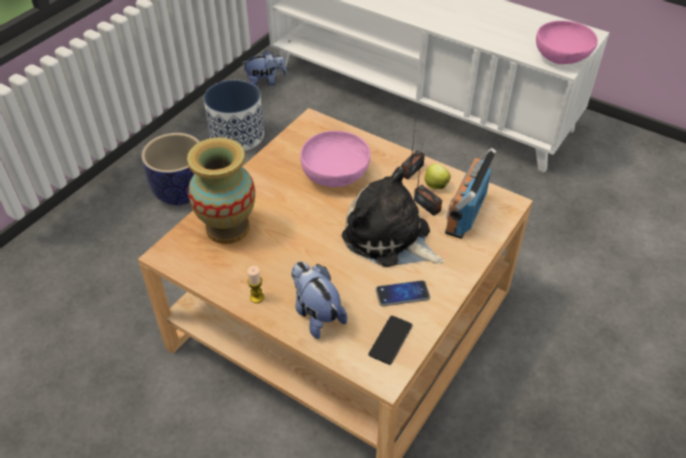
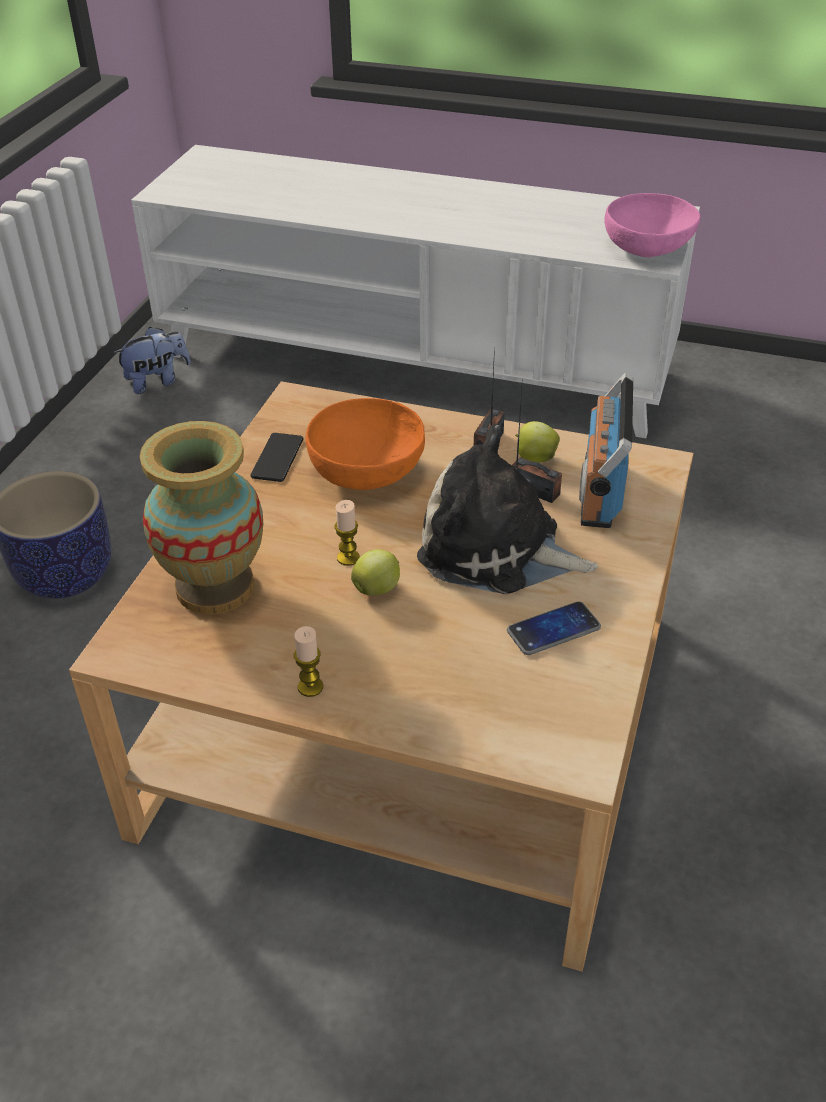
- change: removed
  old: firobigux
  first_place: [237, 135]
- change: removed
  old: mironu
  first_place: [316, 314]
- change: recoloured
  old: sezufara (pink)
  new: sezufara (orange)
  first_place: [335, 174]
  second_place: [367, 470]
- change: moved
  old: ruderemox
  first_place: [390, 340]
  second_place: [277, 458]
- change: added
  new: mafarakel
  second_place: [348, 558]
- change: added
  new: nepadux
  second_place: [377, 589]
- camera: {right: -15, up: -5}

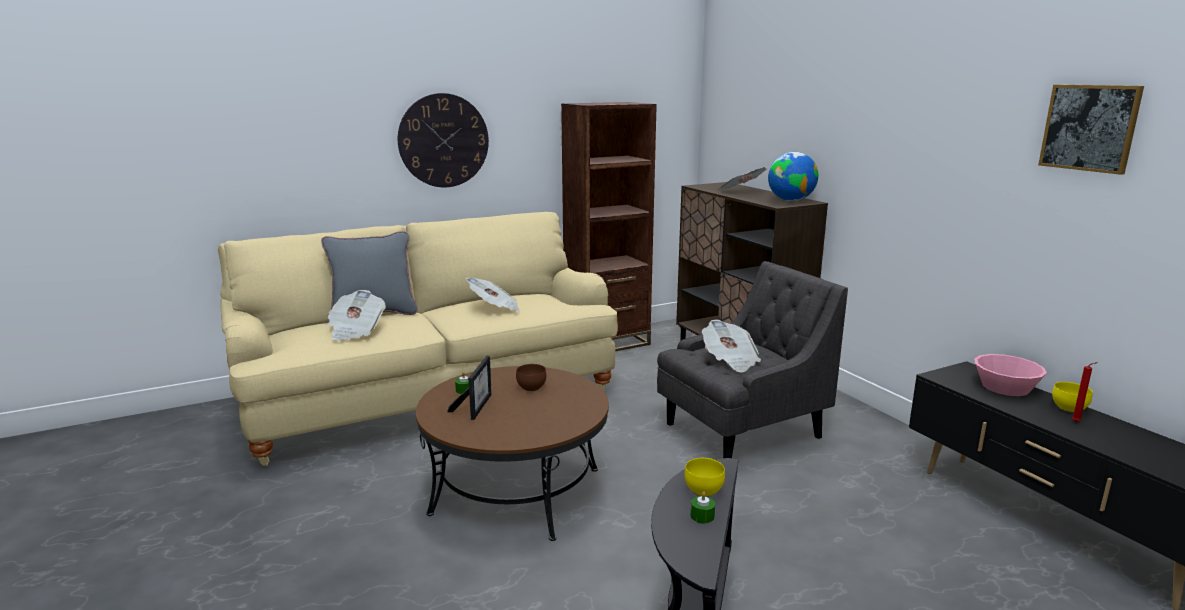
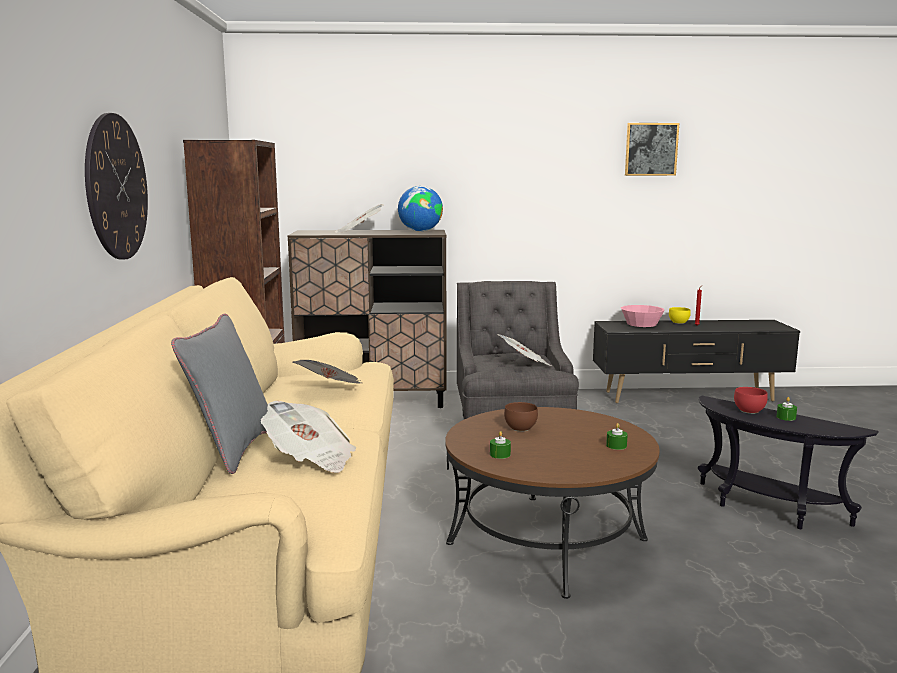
- change: removed
  old: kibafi
  first_place: [476, 405]
- change: recoloured
  old: sezufara (yellow)
  new: sezufara (red)
  first_place: [704, 491]
  second_place: [750, 411]
- change: added
  new: mafarakel (green)
  second_place: [616, 446]
- camera: {right: -65, up: -5}

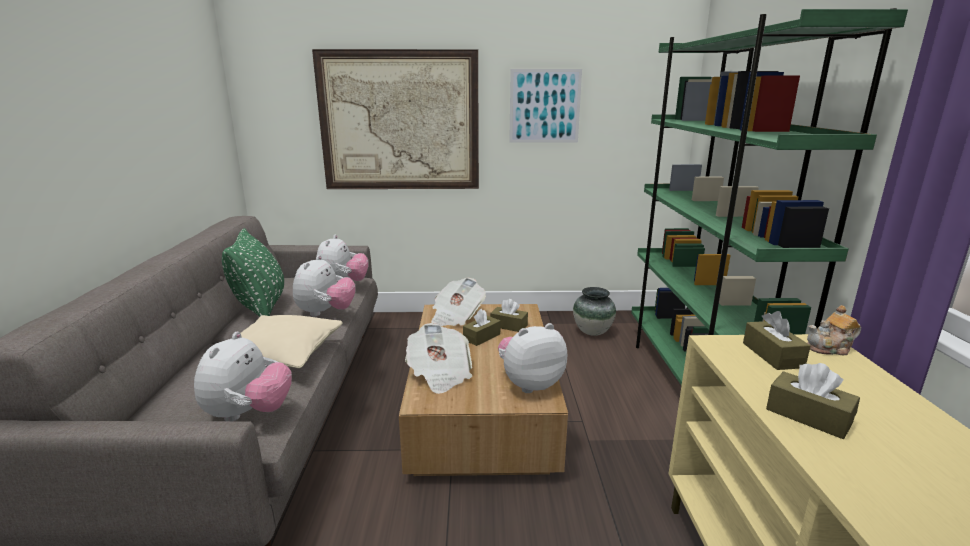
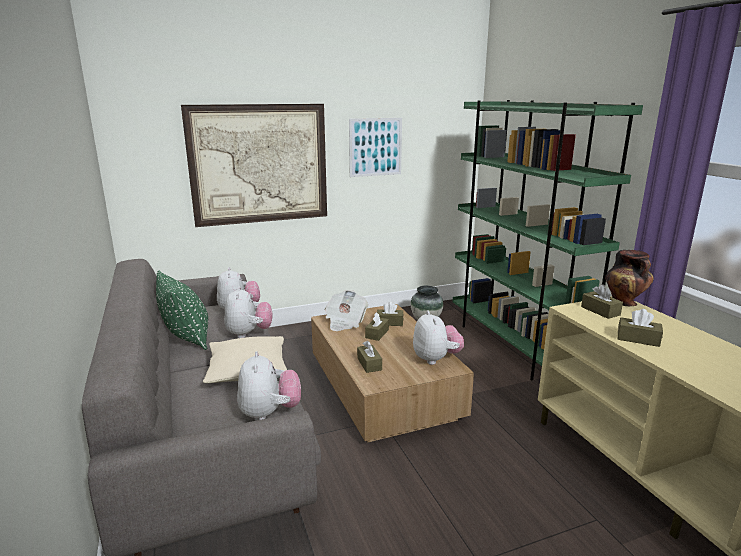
- change: replaced
  old: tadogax
  new: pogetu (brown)
  first_place: [439, 374]
  second_place: [369, 364]
- change: turned
  old: mironu
  first_place: [529, 383]
  second_place: [436, 359]
  degrees: 120
- change: replaced
  old: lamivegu
  new: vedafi
  first_place: [830, 348]
  second_place: [625, 303]
- camera: {right: -20, up: 0}

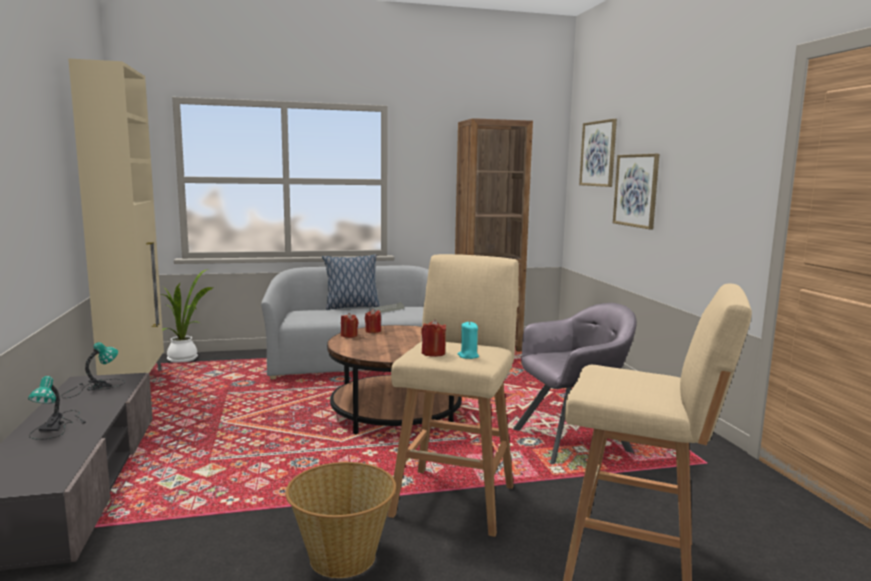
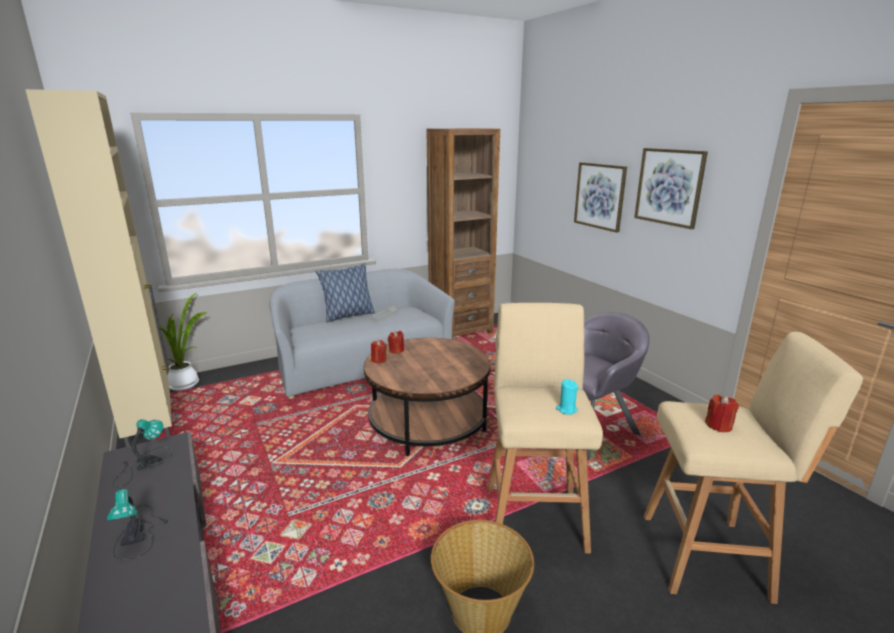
- change: moved
  old: mafarakel (red)
  first_place: [433, 353]
  second_place: [719, 426]
- change: moved
  old: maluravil
  first_place: [598, 153]
  second_place: [669, 187]
- camera: {right: -15, up: 10}

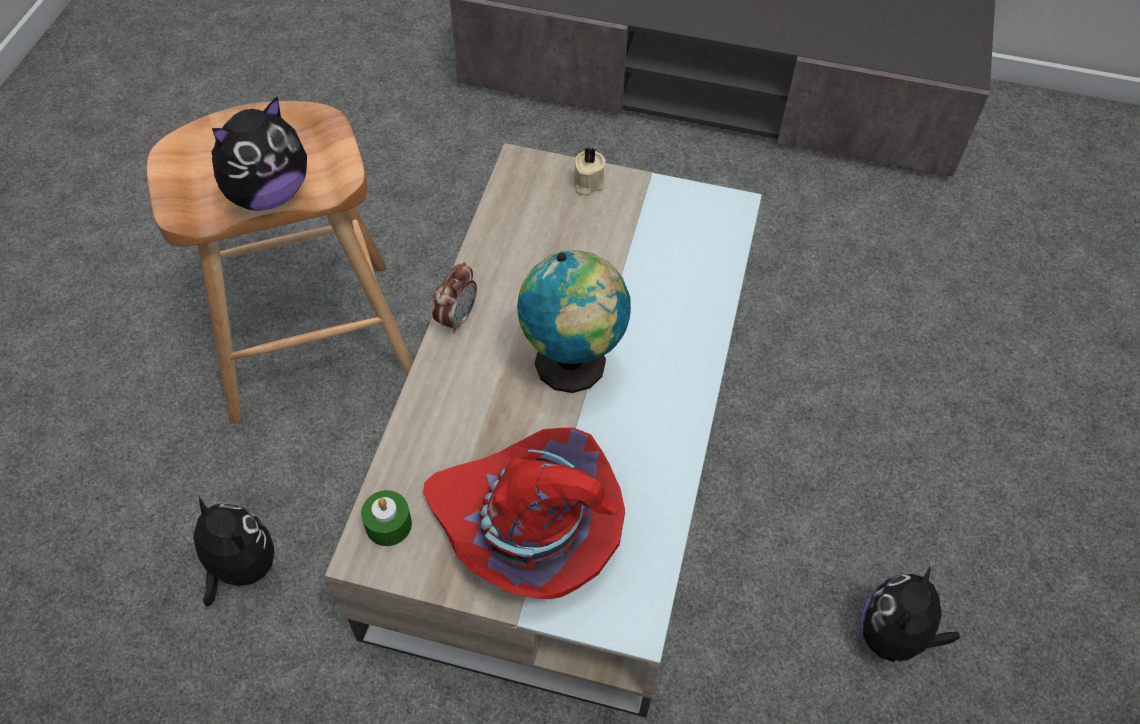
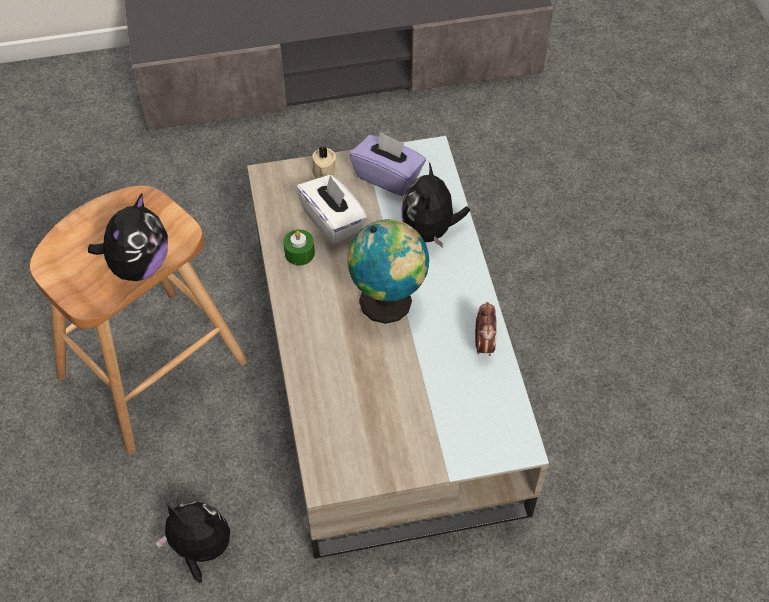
- change: moved
  old: mafarakel (green)
  first_place: [388, 524]
  second_place: [299, 253]
- change: removed
  old: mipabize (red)
  first_place: [528, 527]
- change: moved
  old: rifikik
  first_place: [457, 318]
  second_place: [483, 344]
- change: moved
  old: mironu
  first_place: [894, 637]
  second_place: [430, 231]
- change: added
  new: pogetu (white)
  second_place: [333, 221]
- change: added
  new: pogetu (purple)
  second_place: [388, 176]
- camera: {right: -25, up: 0}

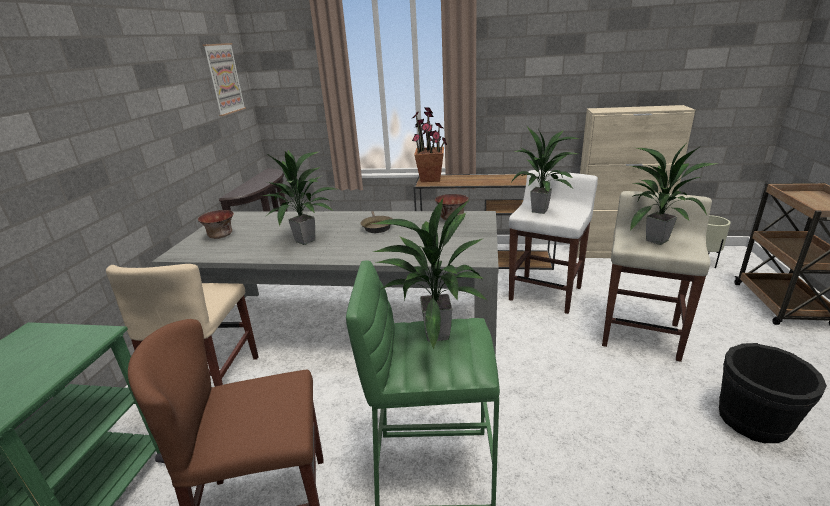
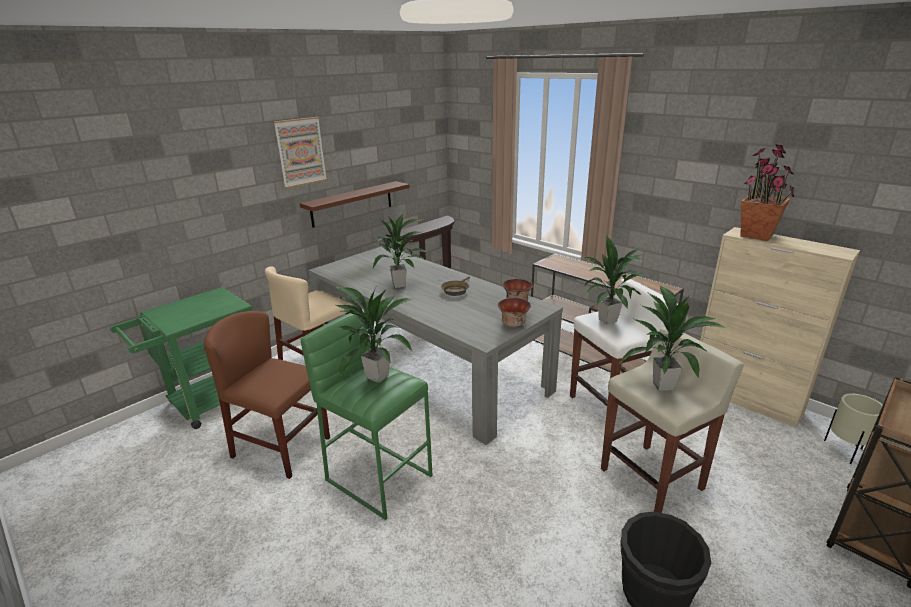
- change: moved
  old: sezufara
  first_place: [221, 236]
  second_place: [513, 323]
- change: moved
  old: maluravil
  first_place: [224, 79]
  second_place: [300, 152]
- change: moved
  old: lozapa
  first_place: [430, 179]
  second_place: [757, 235]
- change: added
  new: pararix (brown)
  second_place: [352, 204]
- camera: {right: 35, up: 0}

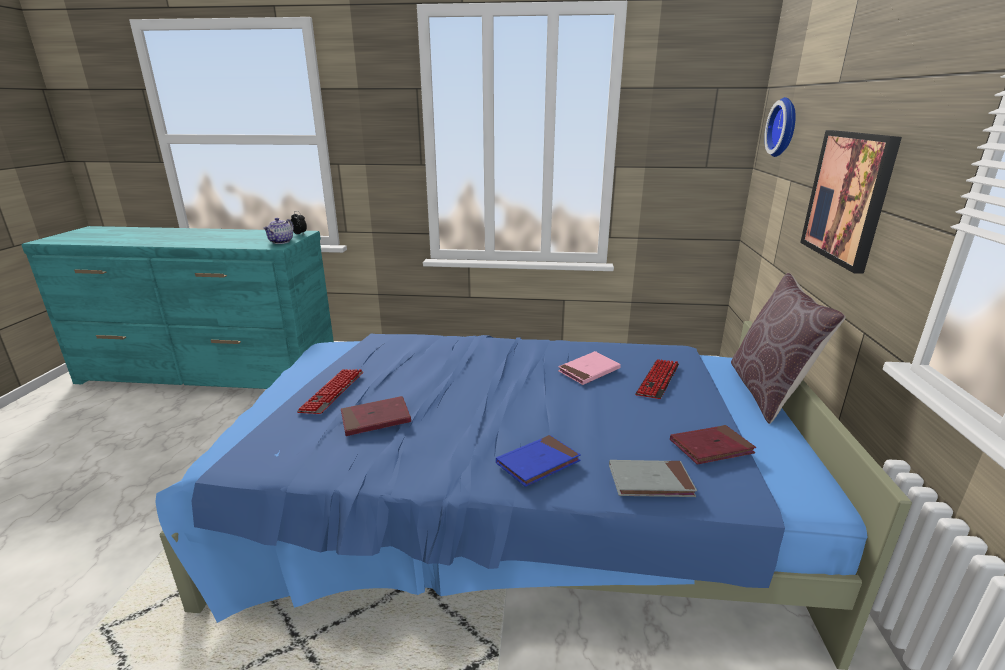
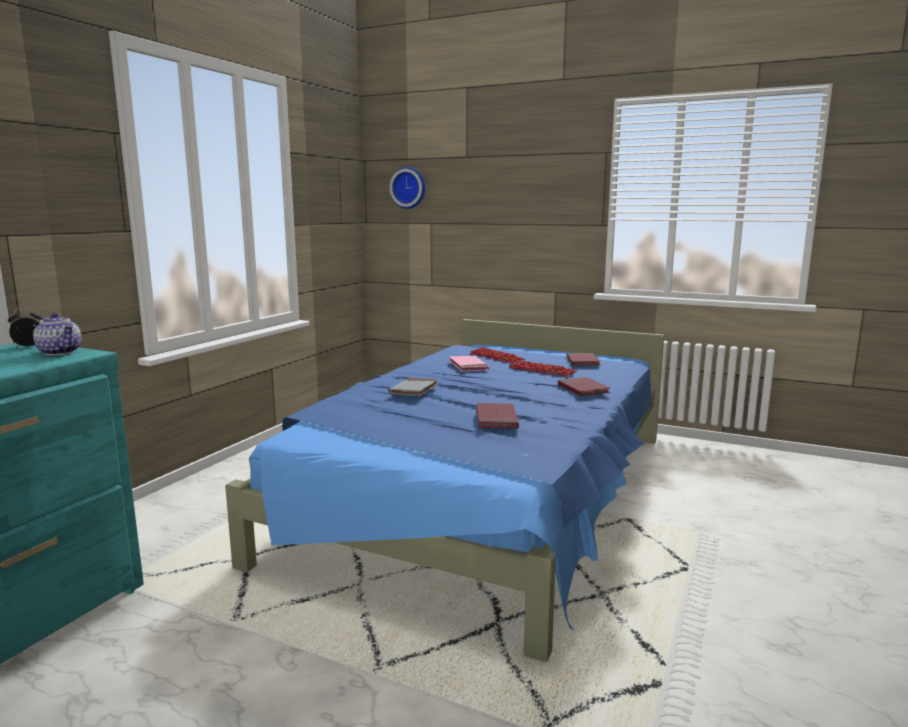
- change: moved
  old: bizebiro
  first_place: [332, 392]
  second_place: [542, 370]
- change: recoloured
  old: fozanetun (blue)
  new: fozanetun (red)
  first_place: [538, 463]
  second_place: [583, 389]
- change: moved
  old: fozanetun (grey)
  first_place: [650, 482]
  second_place: [414, 390]
- change: removed
  old: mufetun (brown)
  first_place: [768, 392]
- change: removed
  old: maluravil
  first_place: [848, 197]
- camera: {right: -70, up: -10}

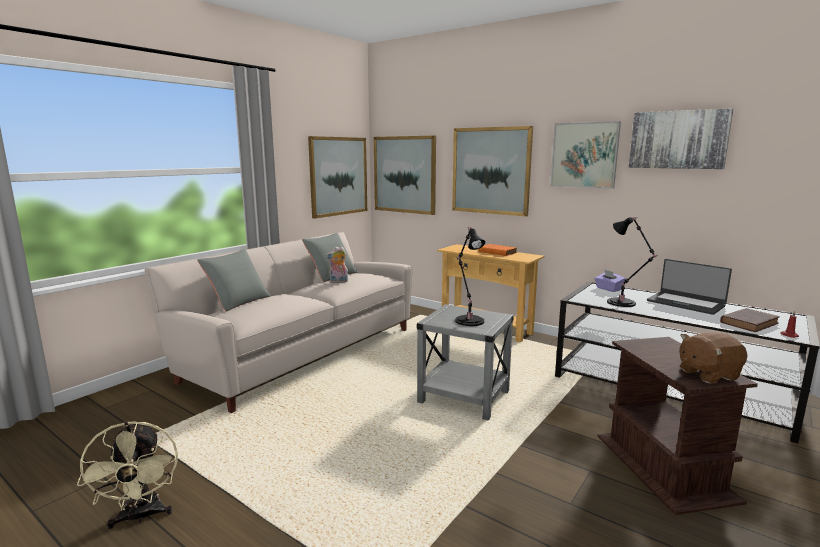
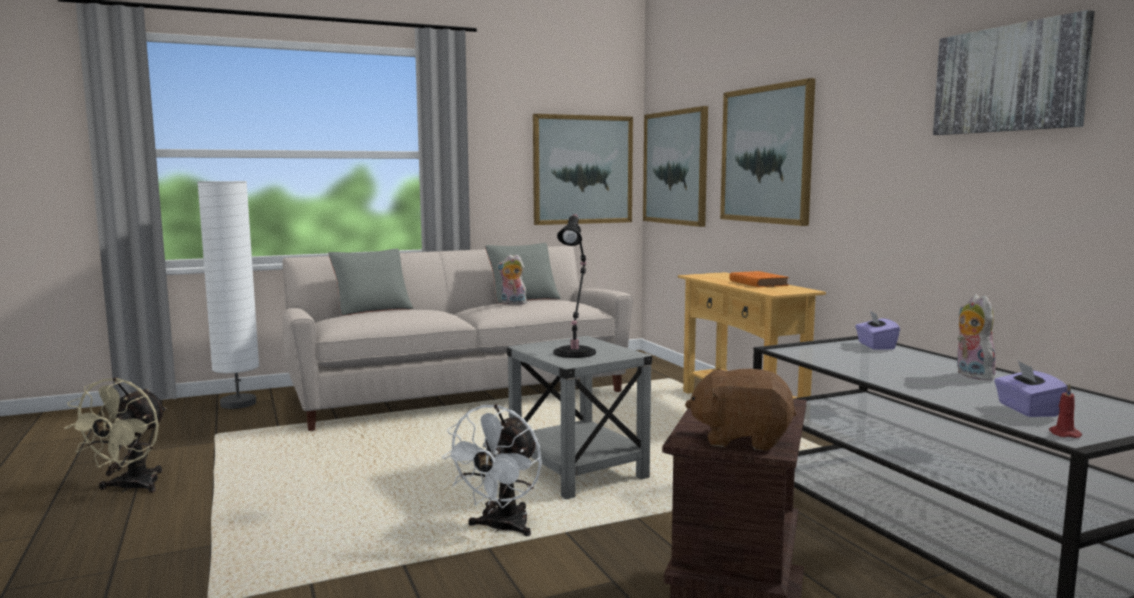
- change: removed
  old: maluravil
  first_place: [584, 155]
- change: removed
  old: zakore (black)
  first_place: [623, 303]
- change: replaced
  old: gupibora
  new: mironu
  first_place: [685, 303]
  second_place: [970, 375]
- change: replaced
  old: fozanetun (brown)
  new: pogetu (purple)
  first_place: [749, 323]
  second_place: [1026, 410]
- change: added
  new: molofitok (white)
  second_place: [238, 404]
- change: added
  new: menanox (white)
  second_place: [501, 529]
- camera: {right: 30, up: -5}

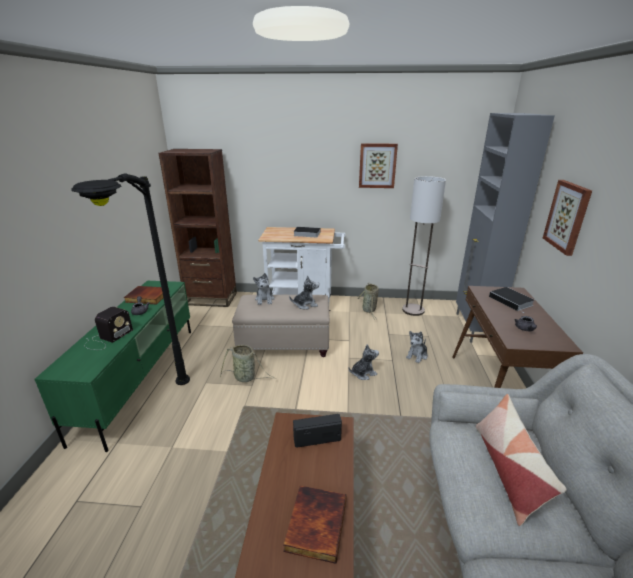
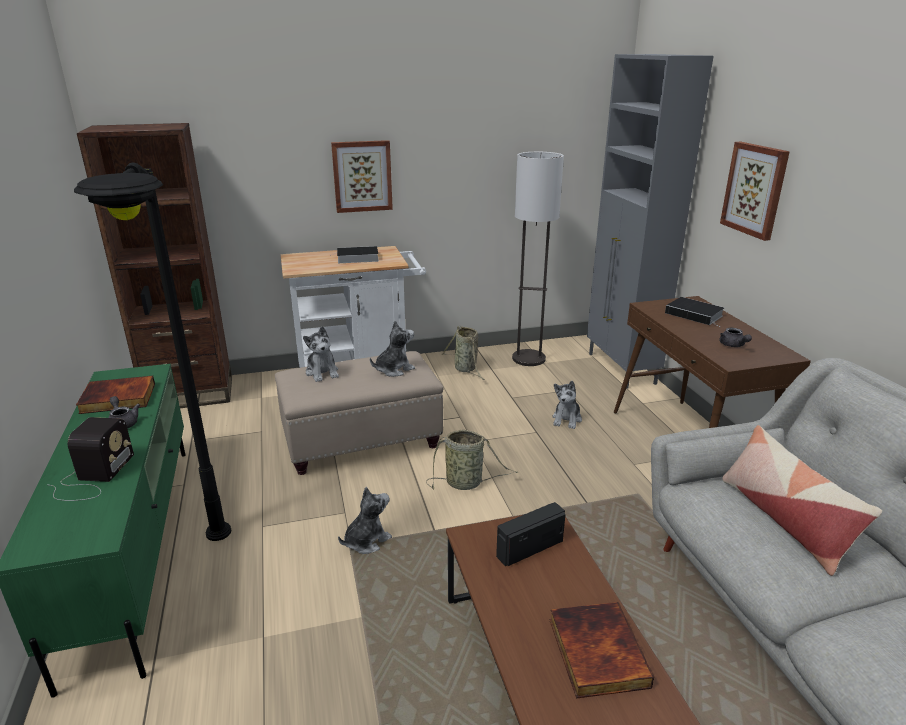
- change: moved
  old: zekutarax
  first_place: [246, 377]
  second_place: [466, 483]
- change: moved
  old: mironu
  first_place: [363, 373]
  second_place: [366, 541]
- change: moved
  old: maluravil
  first_place: [377, 165]
  second_place: [362, 176]
- camera: {right: -20, up: 0}

